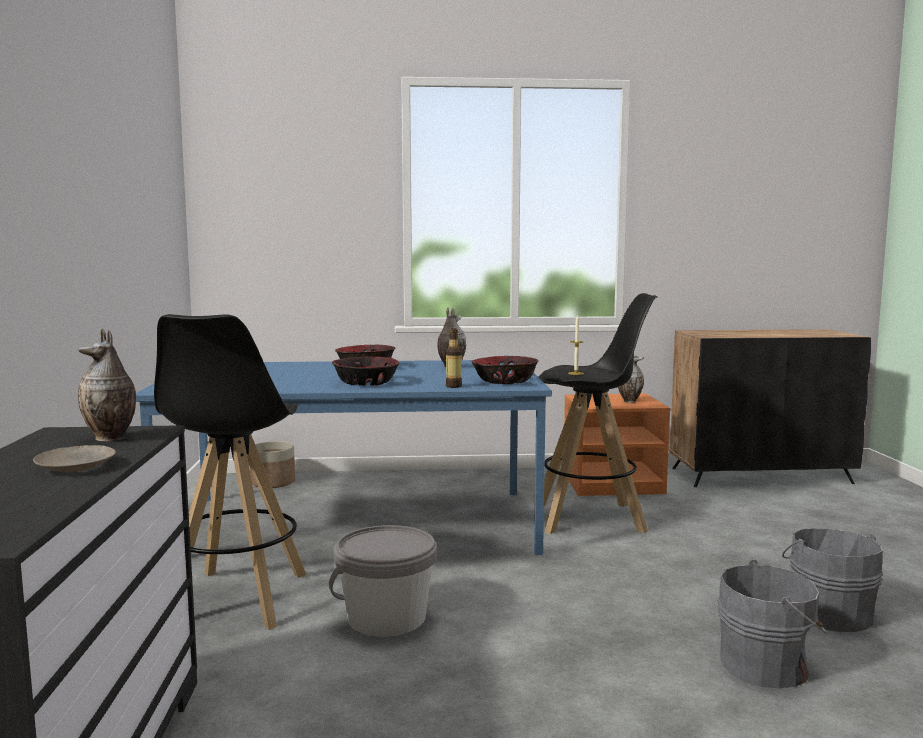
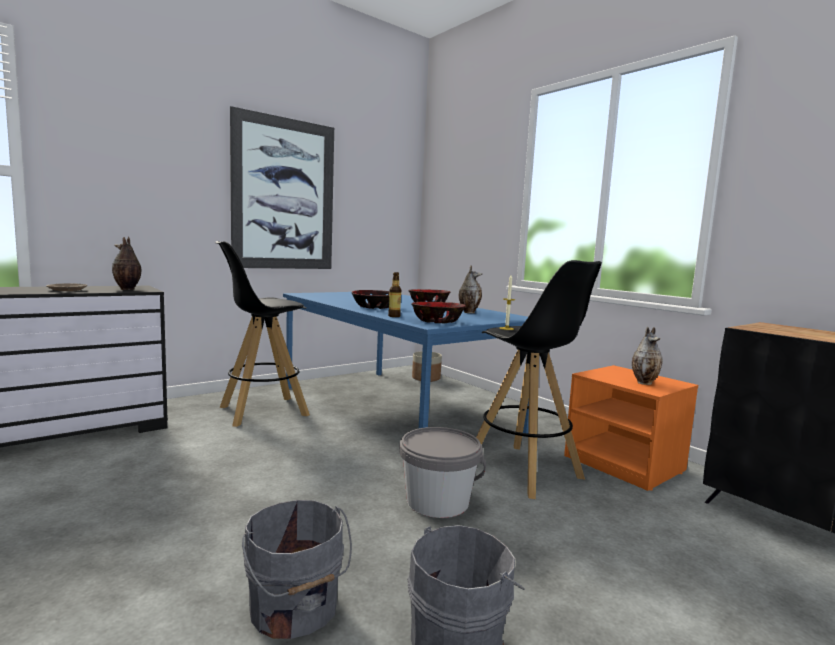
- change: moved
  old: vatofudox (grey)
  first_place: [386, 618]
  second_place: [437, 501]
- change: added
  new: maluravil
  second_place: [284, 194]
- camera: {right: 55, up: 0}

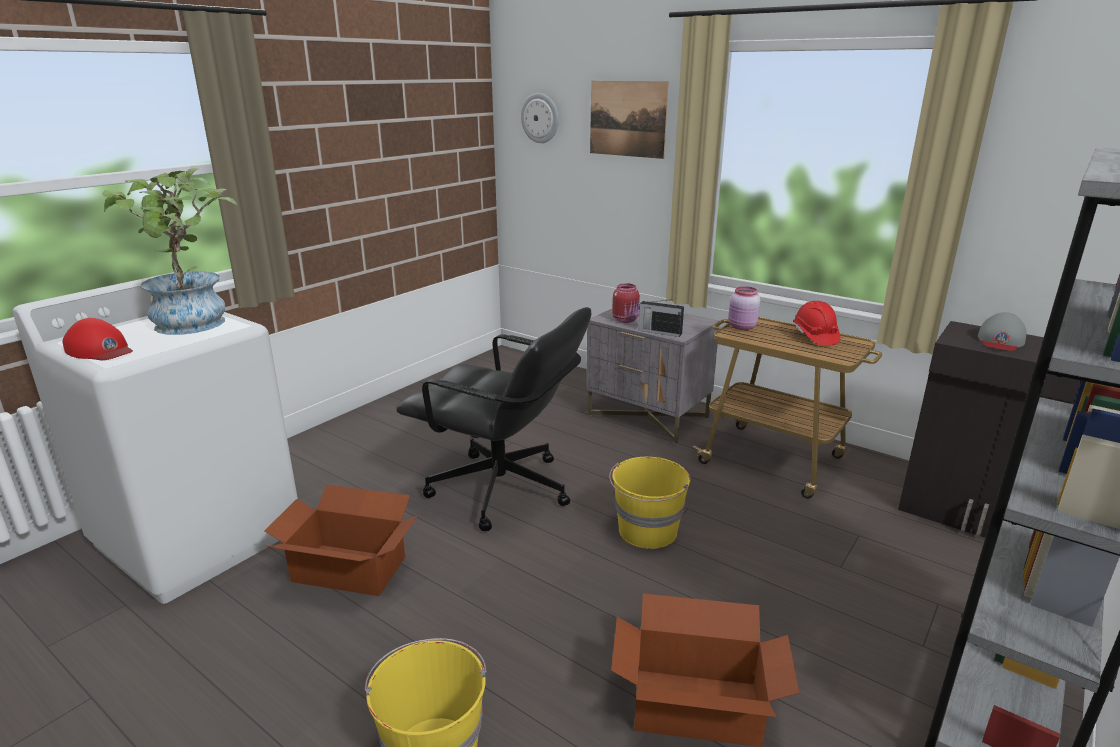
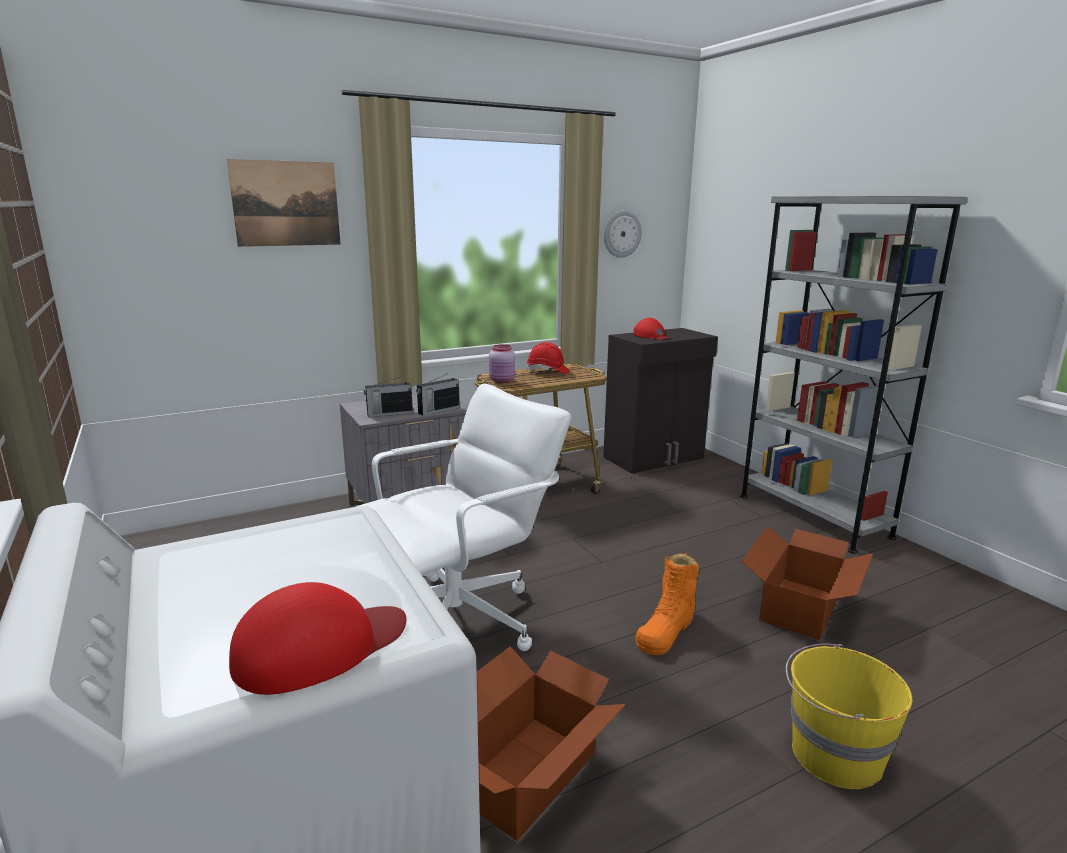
- change: removed
  old: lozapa
  first_place: [194, 326]
- change: recoloured
  old: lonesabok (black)
  new: lonesabok (white)
  first_place: [501, 490]
  second_place: [458, 622]
- change: moved
  old: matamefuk
  first_place: [540, 118]
  second_place: [622, 234]
- change: removed
  old: vatofudox (yellow)
  first_place: [647, 531]
- change: replaced
  old: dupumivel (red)
  new: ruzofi
  first_place: [626, 320]
  second_place: [389, 414]
- change: recoloured
  old: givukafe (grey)
  new: givukafe (red)
  first_place: [1000, 340]
  second_place: [651, 336]
- change: added
  new: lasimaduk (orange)
  second_place: [666, 630]
- camera: {right: -65, up: -5}

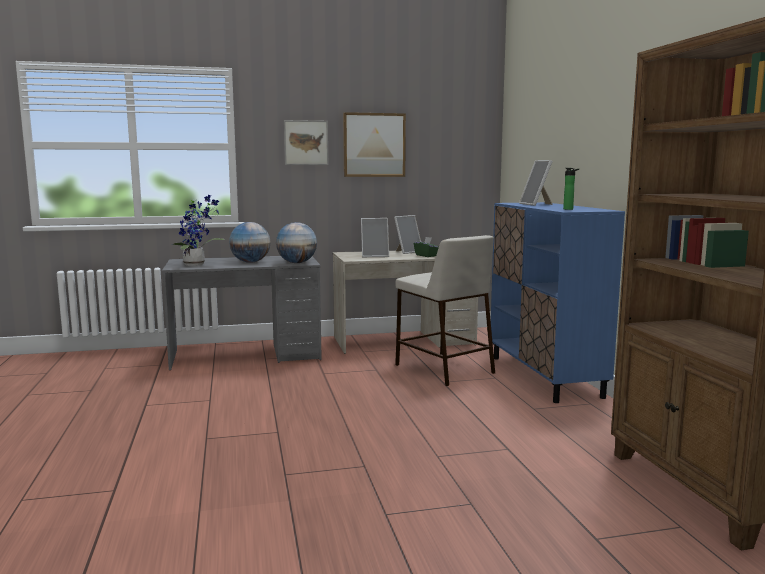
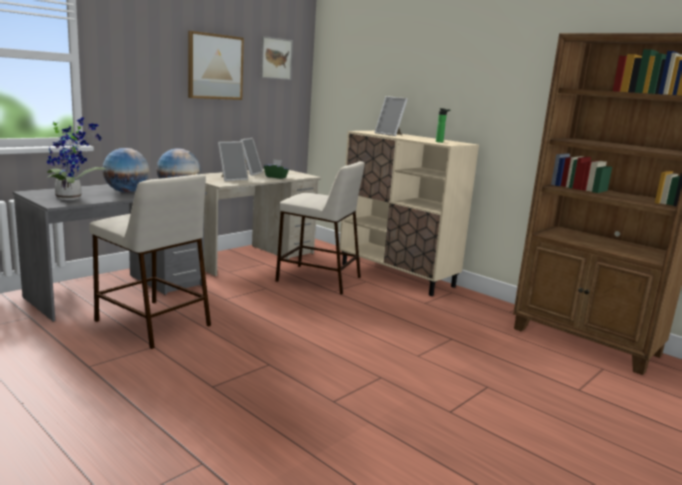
- change: moved
  old: maluravil
  first_place: [306, 142]
  second_place: [276, 58]
- change: recoloured
  old: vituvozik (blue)
  new: vituvozik (beige)
  first_place: [544, 376]
  second_place: [397, 275]
- change: added
  new: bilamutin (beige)
  second_place: [151, 323]
- camera: {right: -35, up: 5}

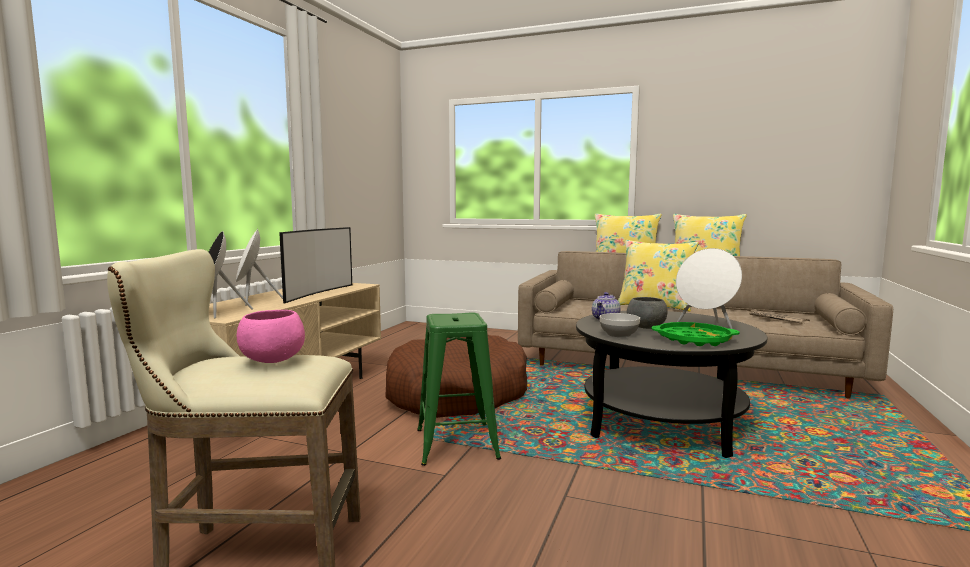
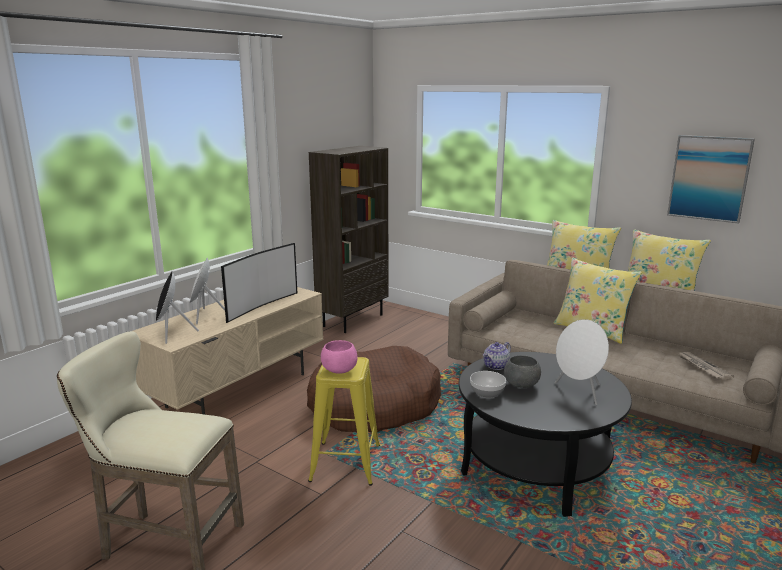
- change: moved
  old: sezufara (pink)
  first_place: [273, 361]
  second_place: [339, 370]
- change: recoloured
  old: bilamutin (green)
  new: bilamutin (yellow)
  first_place: [456, 444]
  second_place: [345, 463]
- change: removed
  old: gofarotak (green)
  first_place: [693, 339]
- change: added
  new: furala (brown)
  second_place: [353, 320]
- change: added
  new: maluravil
  second_place: [709, 178]
- camera: {right: 15, up: 10}

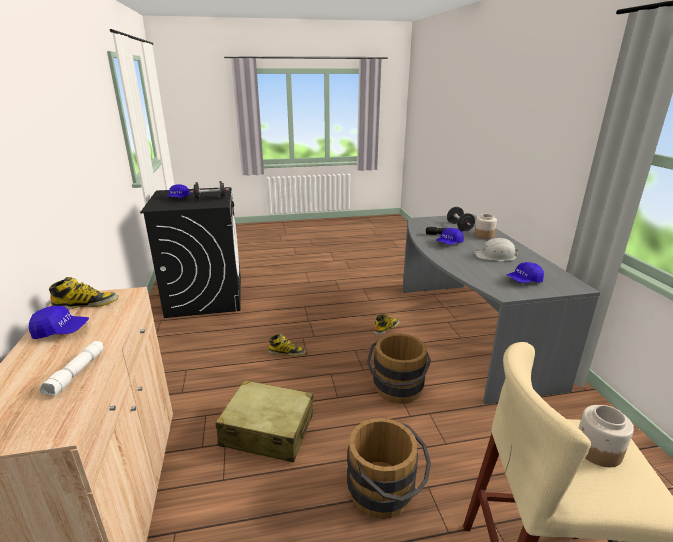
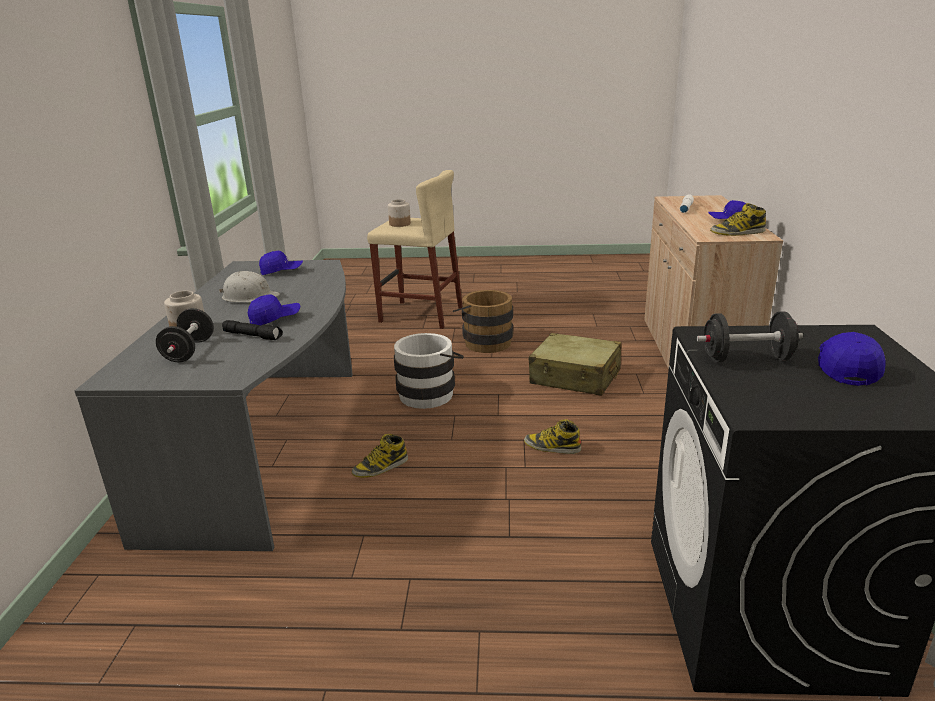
- change: recoloured
  old: vatofudox (brown)
  new: vatofudox (white)
  first_place: [396, 390]
  second_place: [430, 393]
- camera: {right: -165, up: 0}

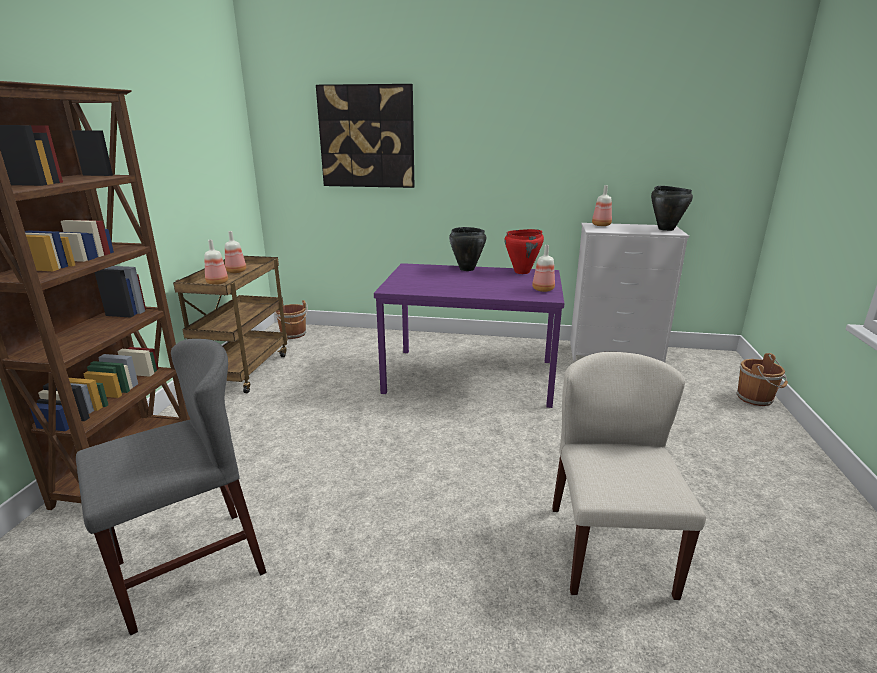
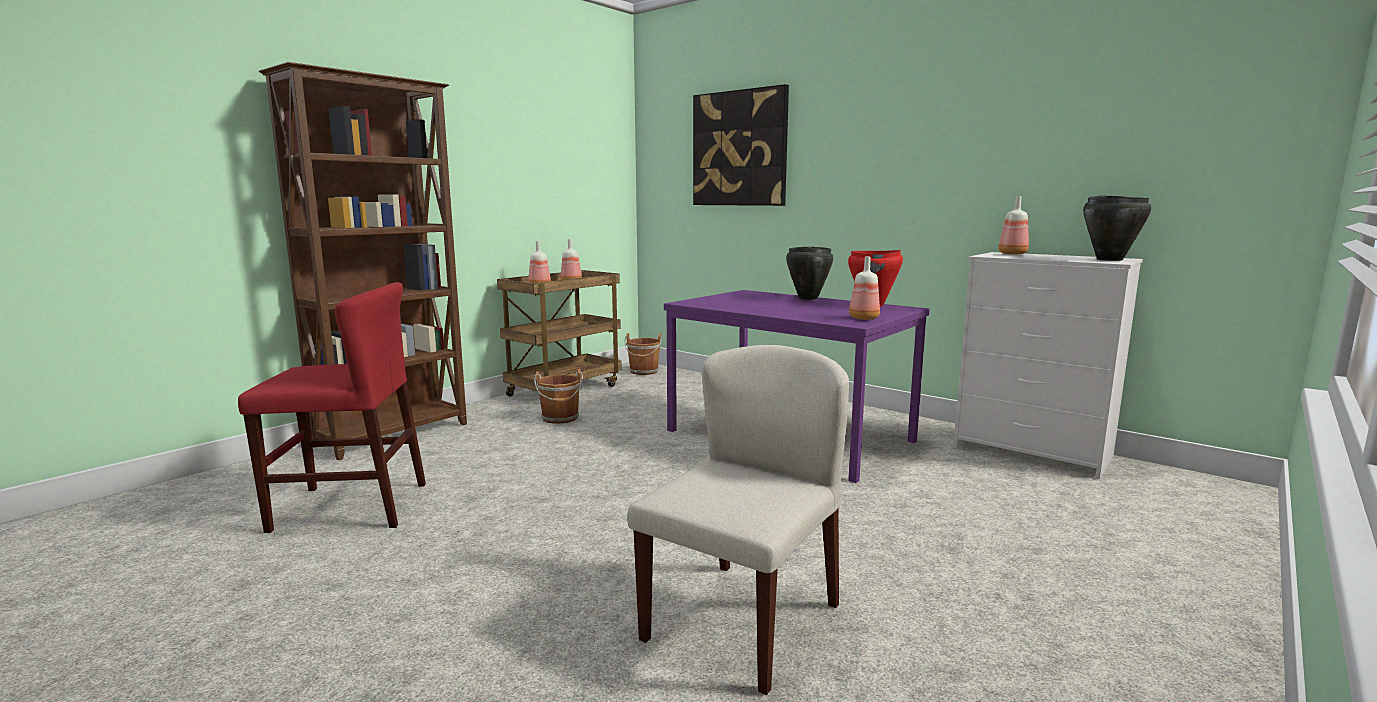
- change: recoloured
  old: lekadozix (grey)
  new: lekadozix (red)
  first_place: [189, 567]
  second_place: [350, 507]
- change: moved
  old: vatofudox (brown)
  first_place: [756, 399]
  second_place: [560, 418]
- camera: {right: 30, up: -10}

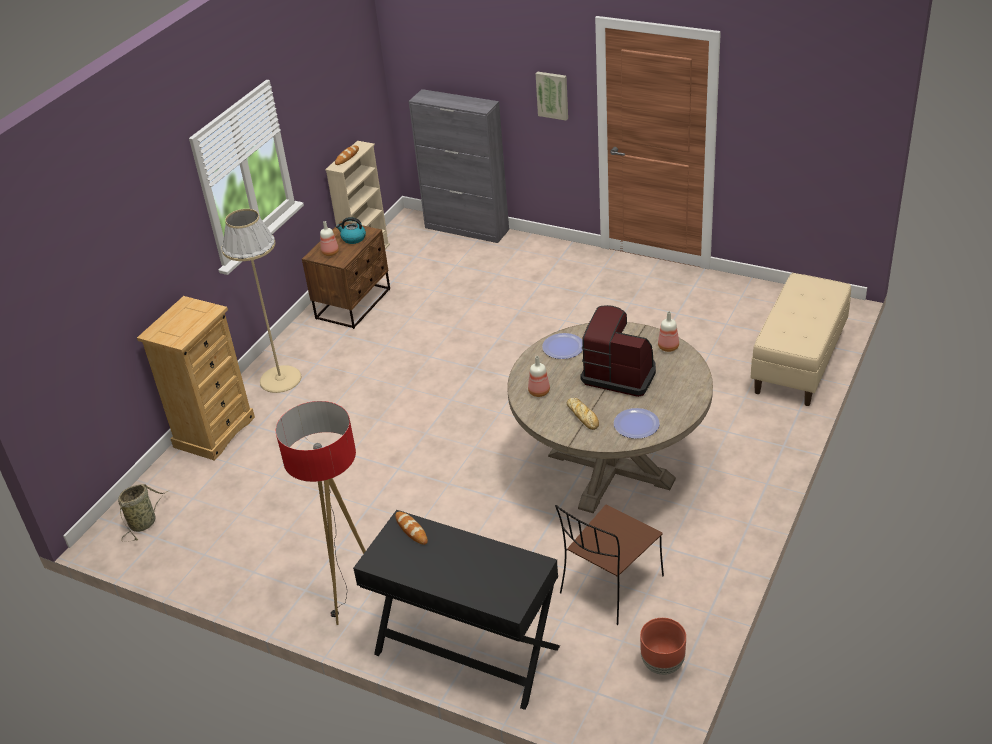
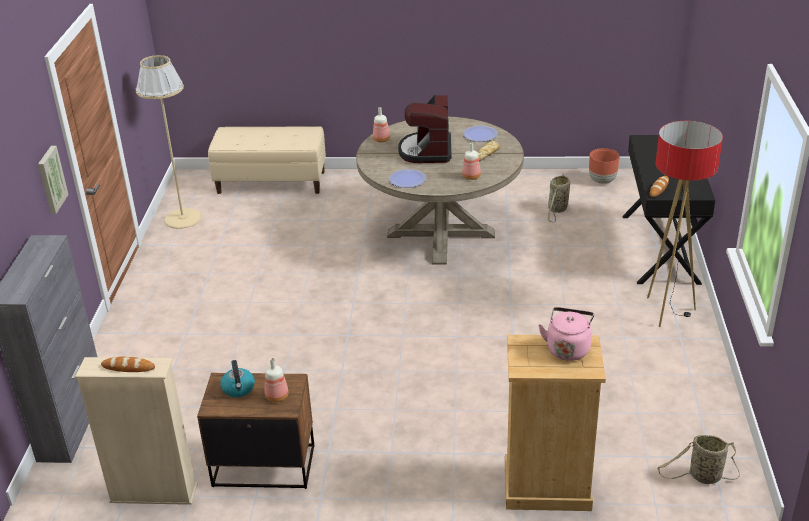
- change: moved
  old: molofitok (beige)
  first_place: [280, 379]
  second_place: [182, 219]
- change: replaced
  old: lekadozix (brown)
  new: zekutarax
  first_place: [610, 586]
  second_place: [557, 210]
- change: added
  new: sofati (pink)
  second_place: [568, 348]
- camera: {right: -115, up: -5}

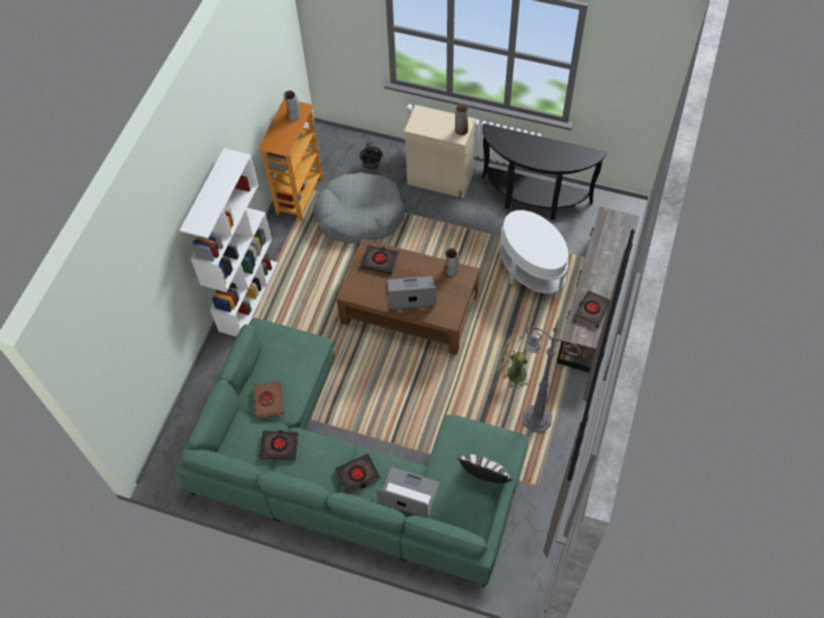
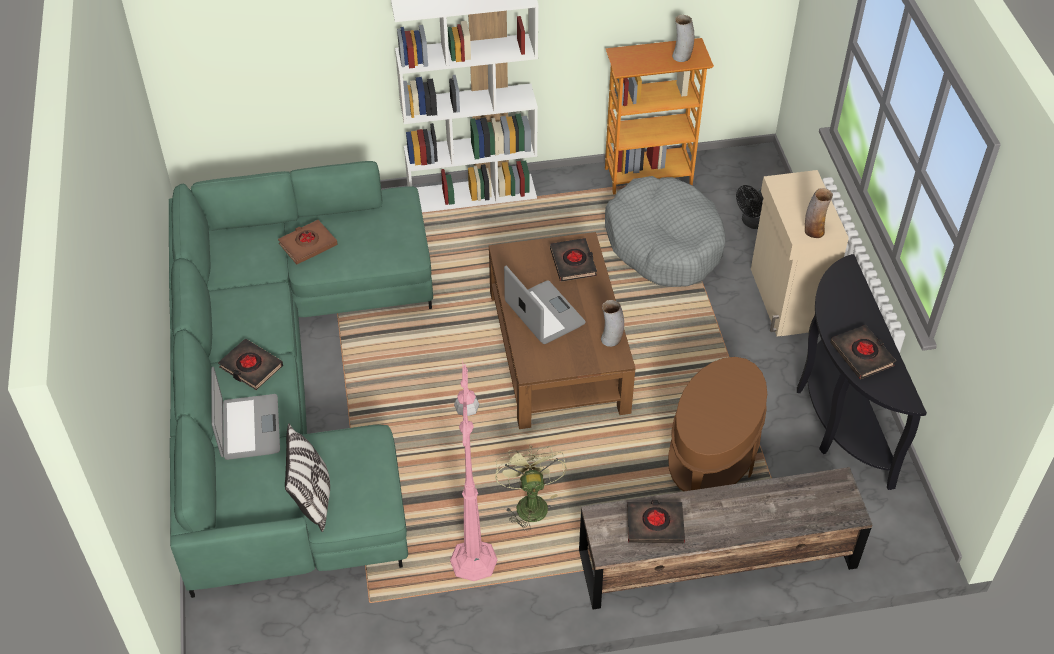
- change: moved
  old: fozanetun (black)
  first_place: [279, 446]
  second_place: [862, 355]
- change: recoloured
  old: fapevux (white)
  new: fapevux (brown)
  first_place: [530, 271]
  second_place: [712, 460]
- change: recoloured
  old: molofitok (grey)
  new: molofitok (pink)
  first_place: [535, 418]
  second_place: [474, 558]
- camera: {right: 60, up: -10}

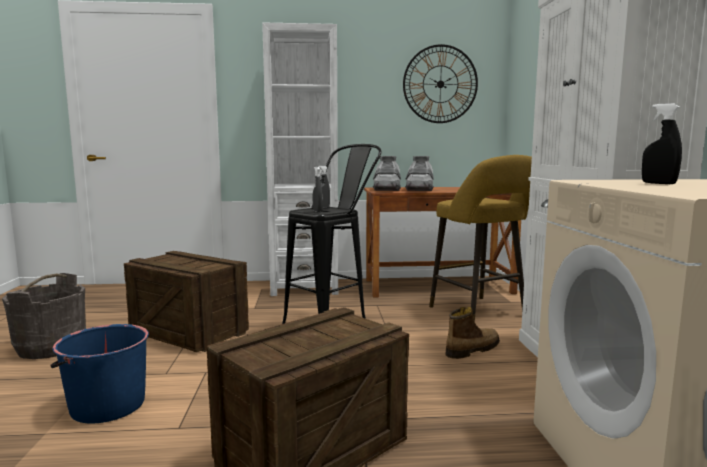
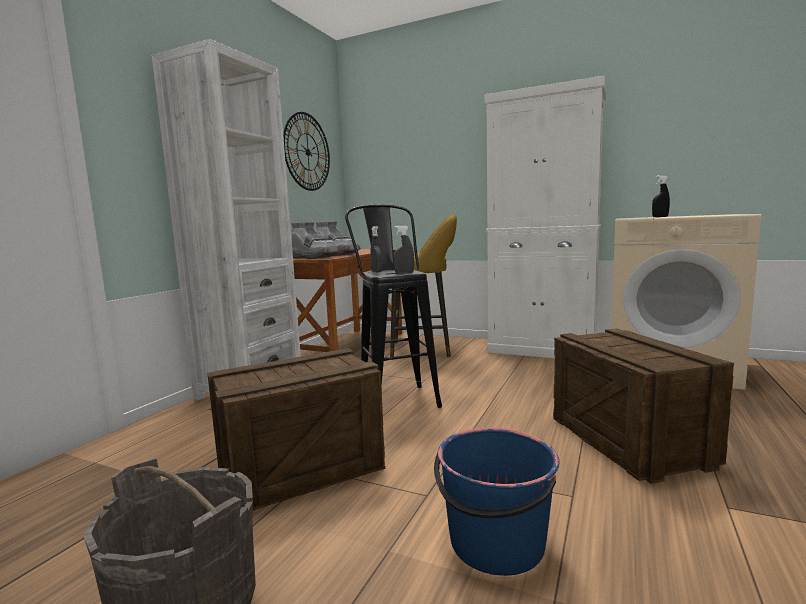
- change: removed
  old: lasimaduk
  first_place: [471, 350]
- camera: {right: -60, up: 0}

